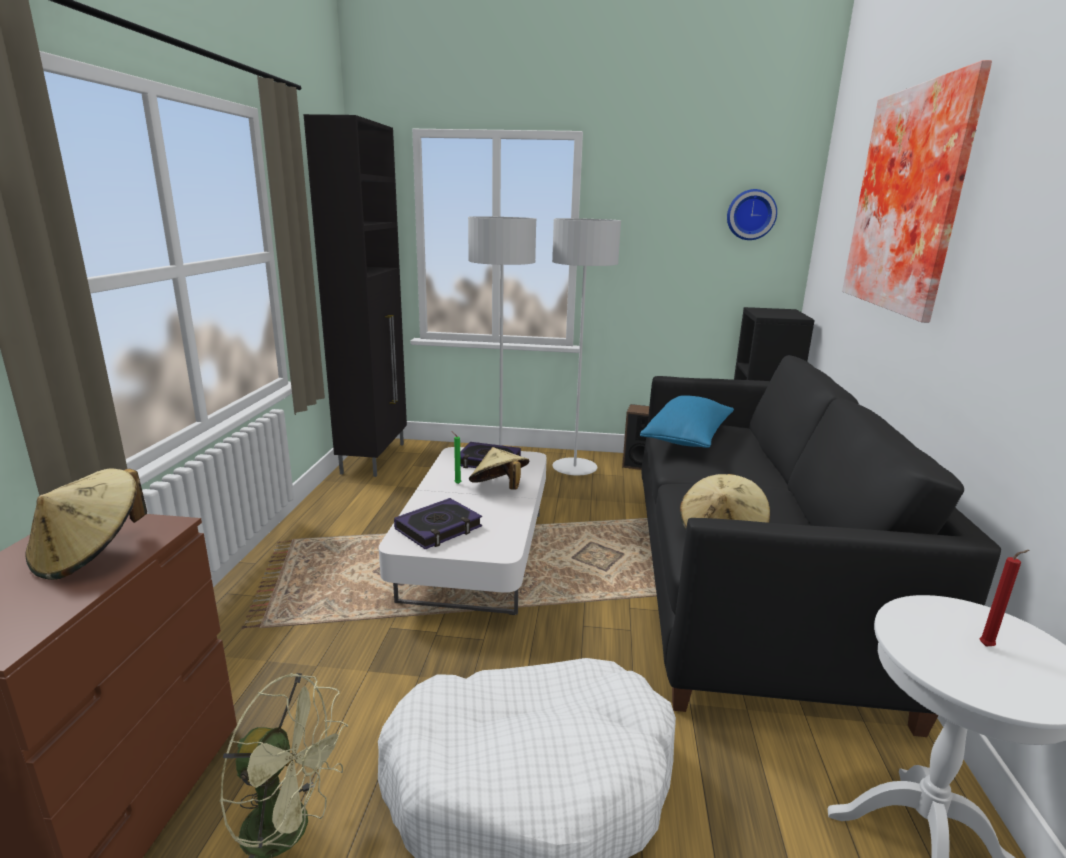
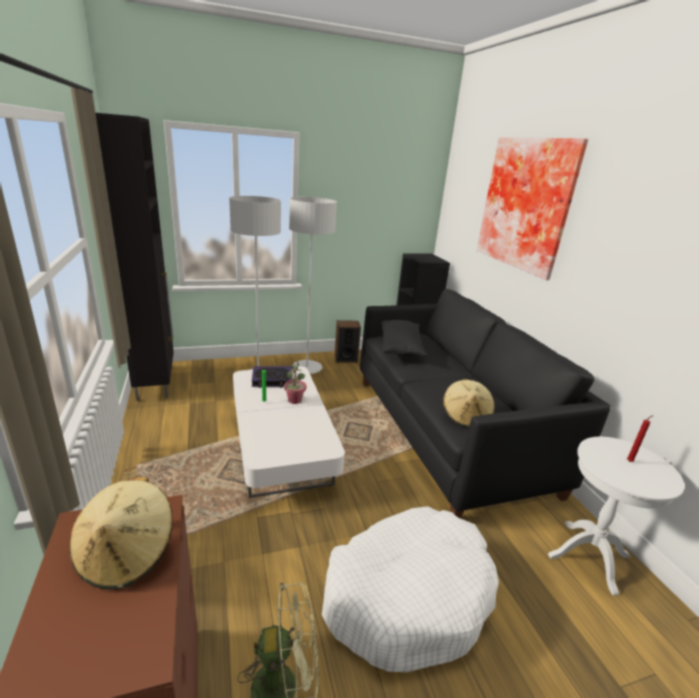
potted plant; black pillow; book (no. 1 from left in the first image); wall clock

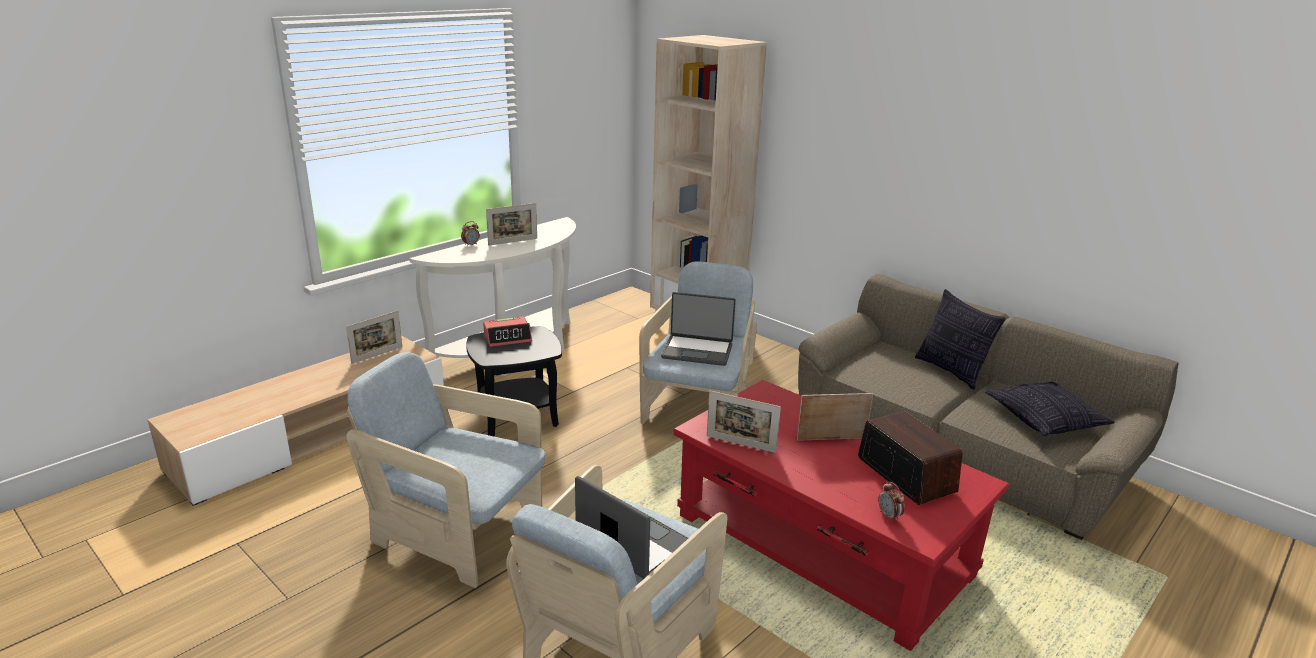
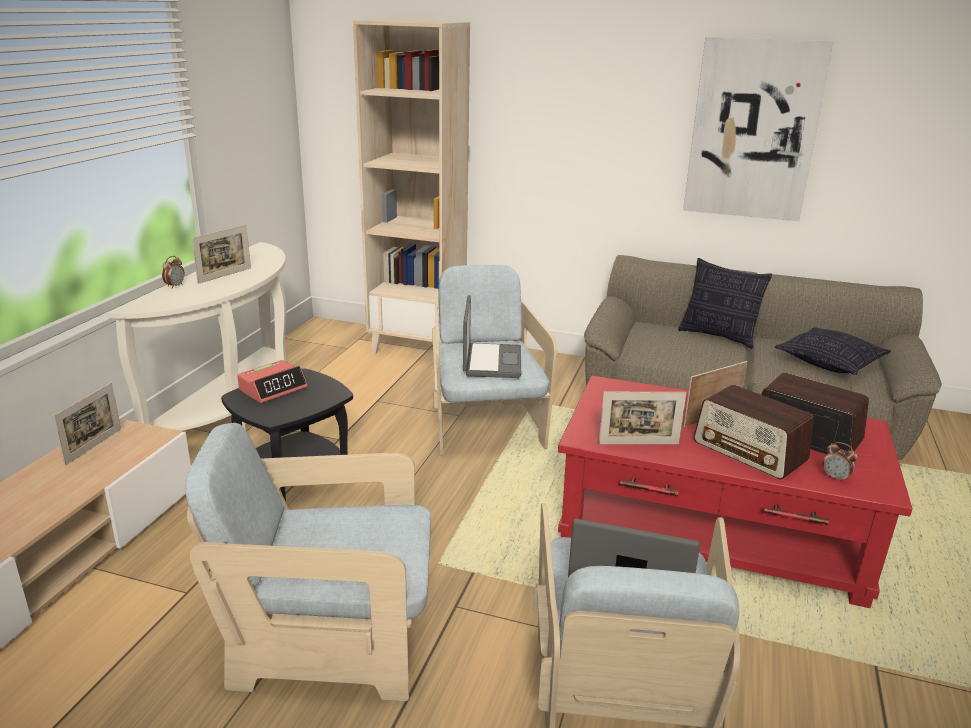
laptop (no. 1 from left); picture; radio (no. 1 from left)

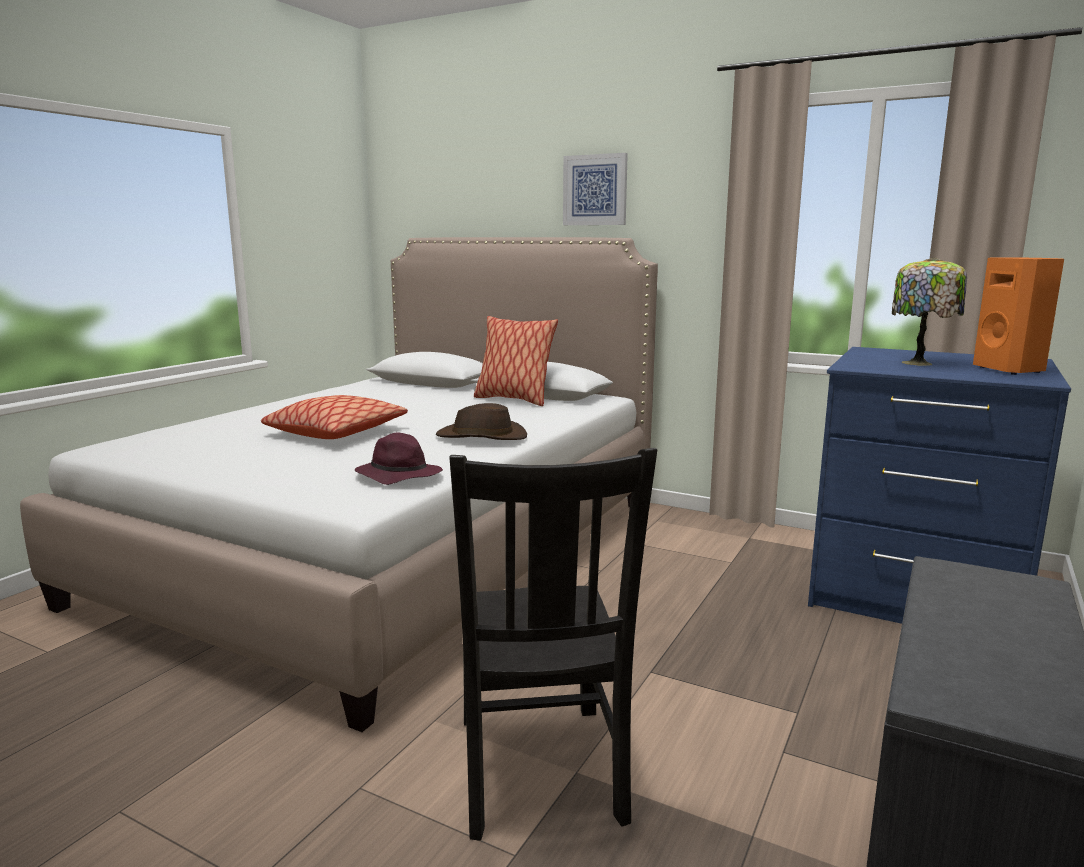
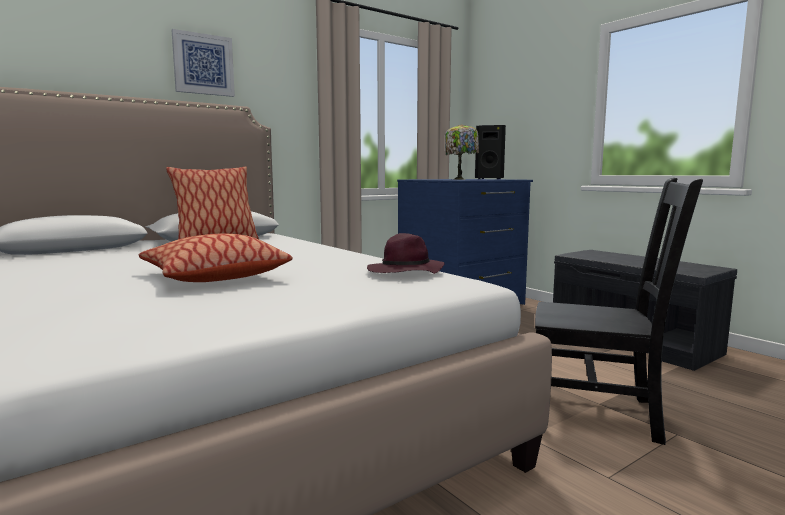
black speaker; brown hat

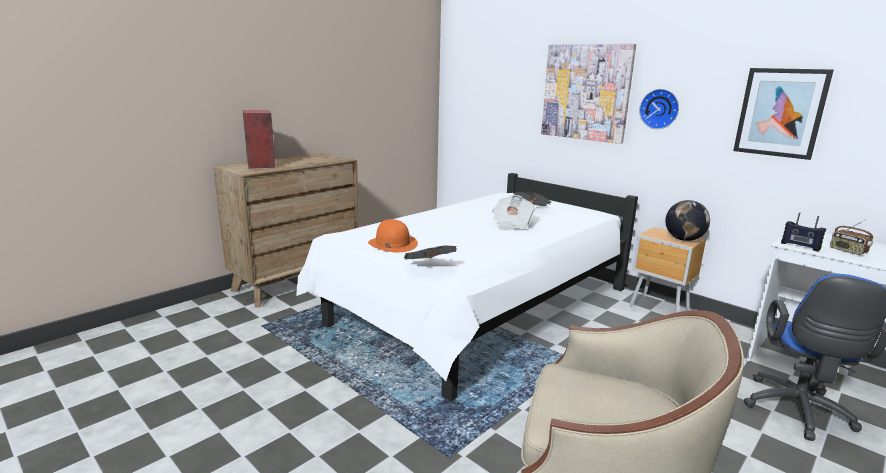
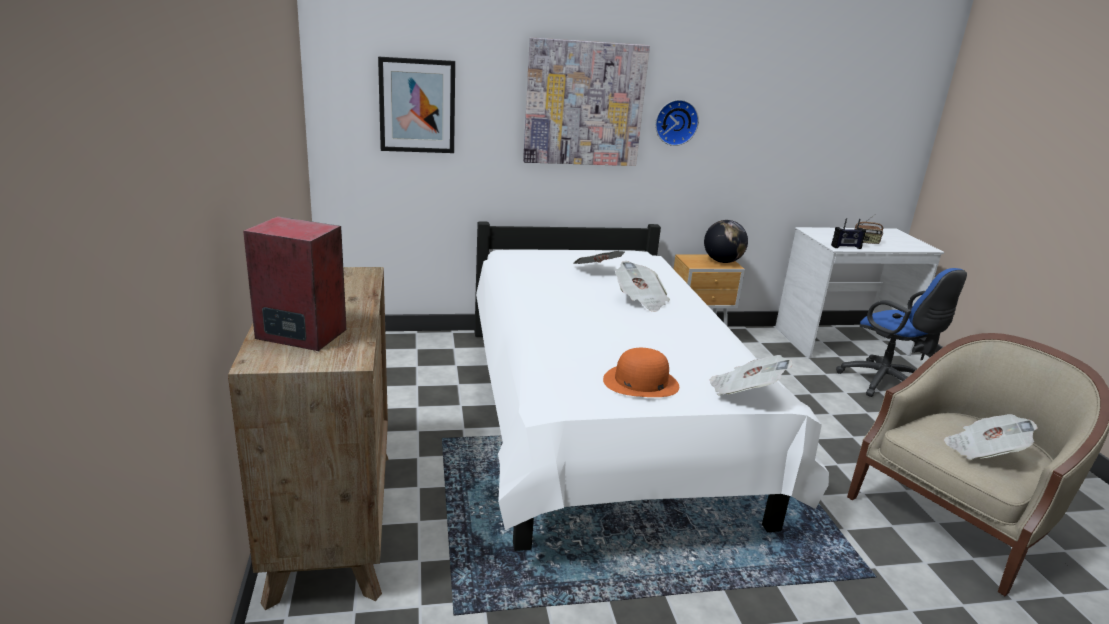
picture (no. 1 from left); newspaper (no. 4 from left)

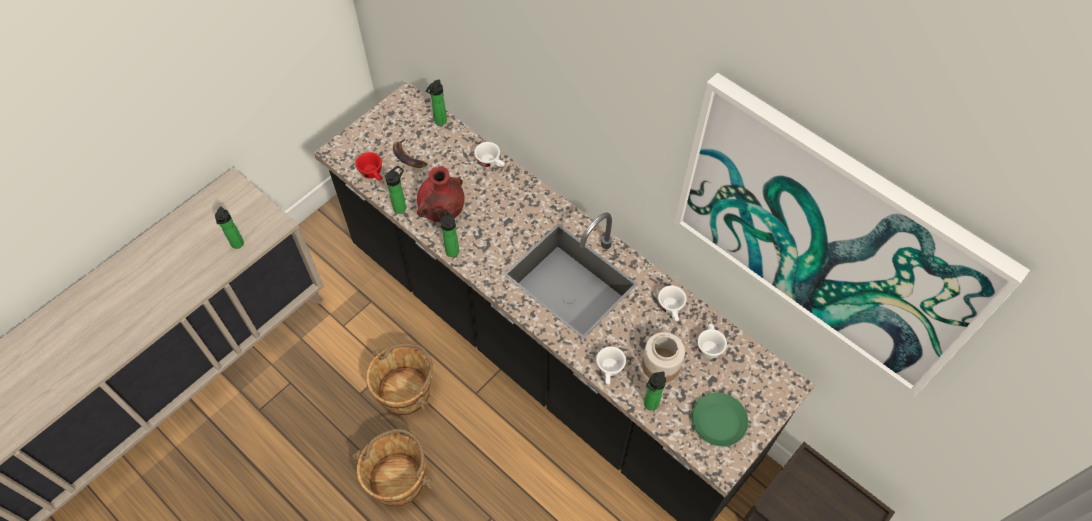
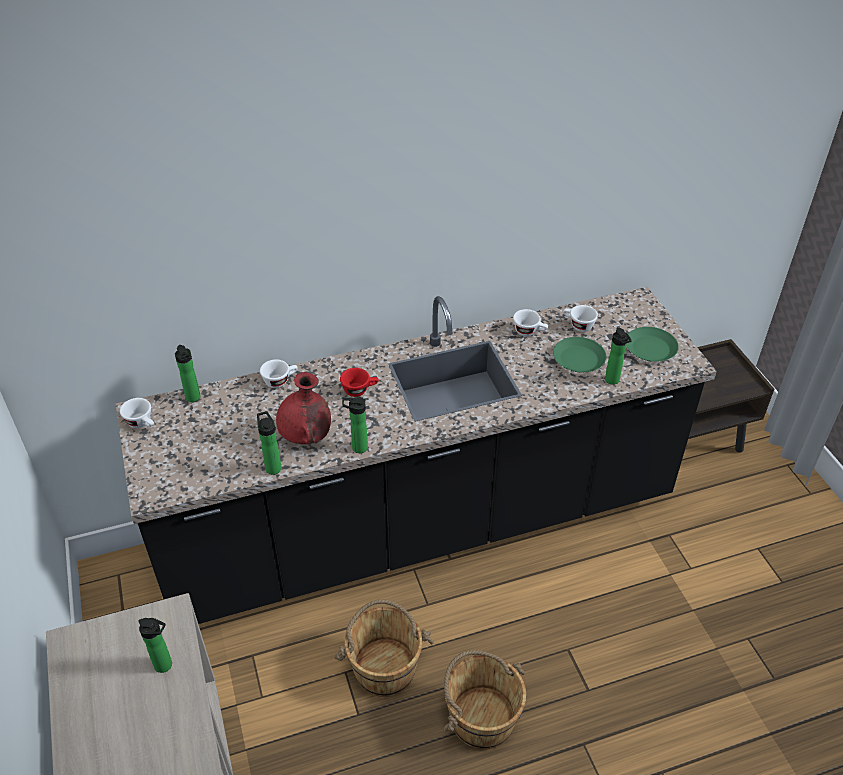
white cup (no. 1 from left); red cup; green plate (no. 1 from left); banana; picture

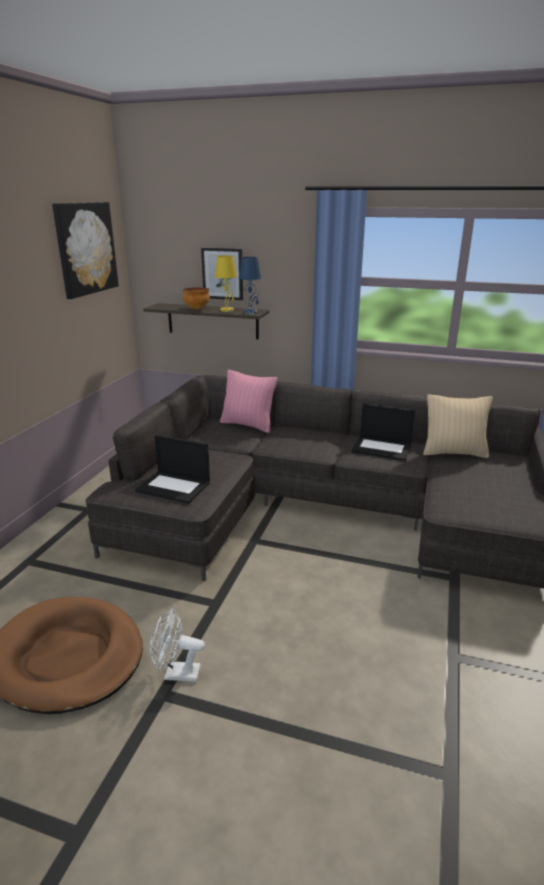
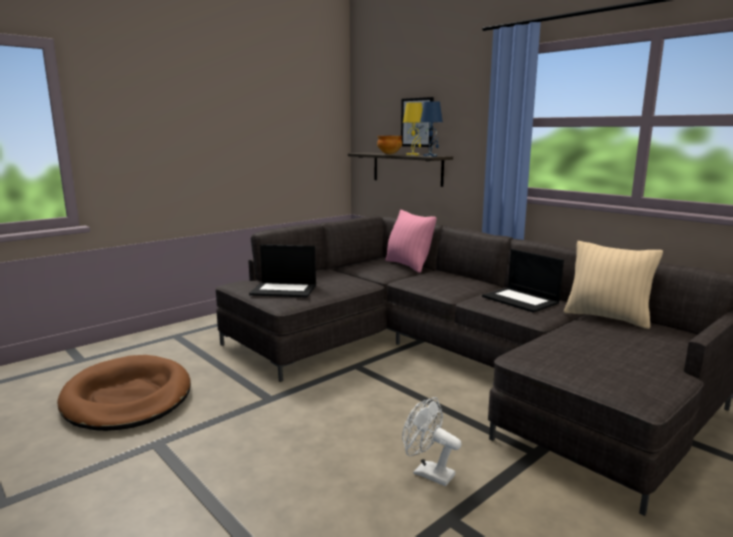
laptop (no. 1 from left); white fan; picture (no. 1 from left in the first image)

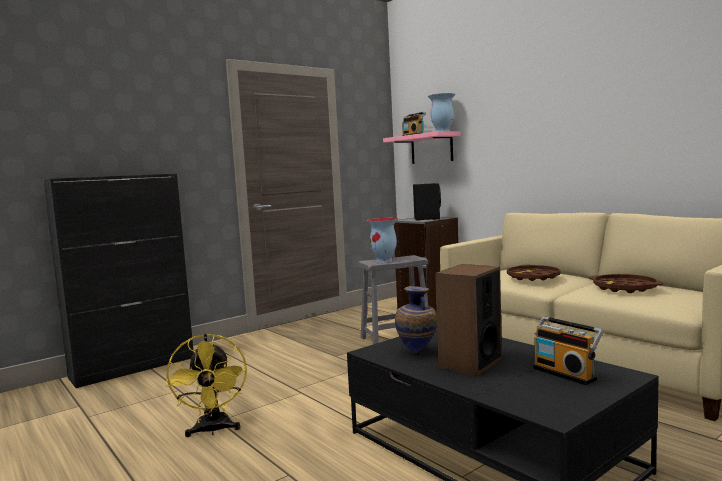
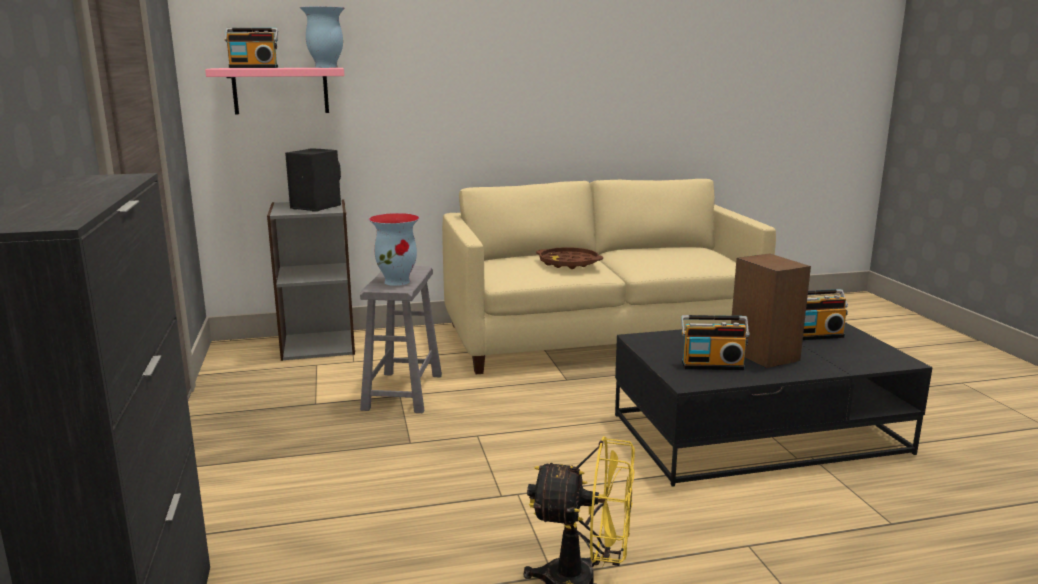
radio (no. 2 from left); brown tray (no. 2 from left in the first image)

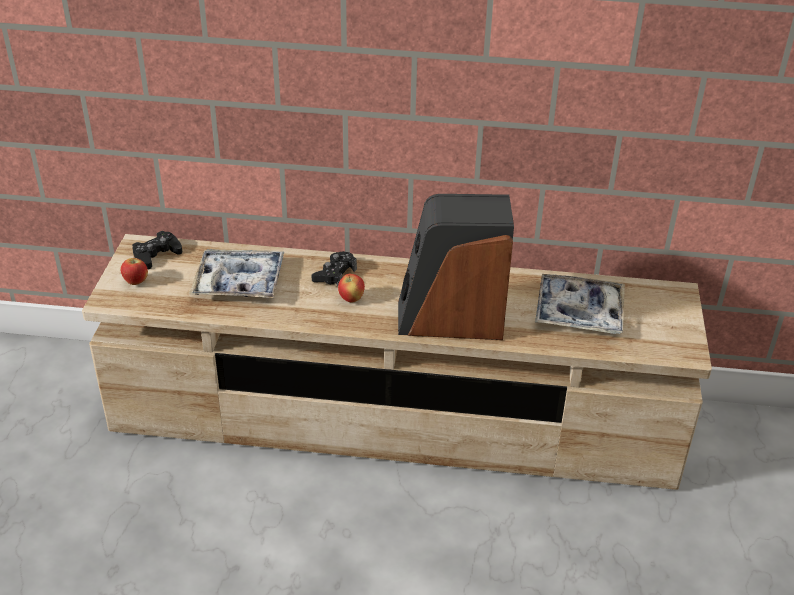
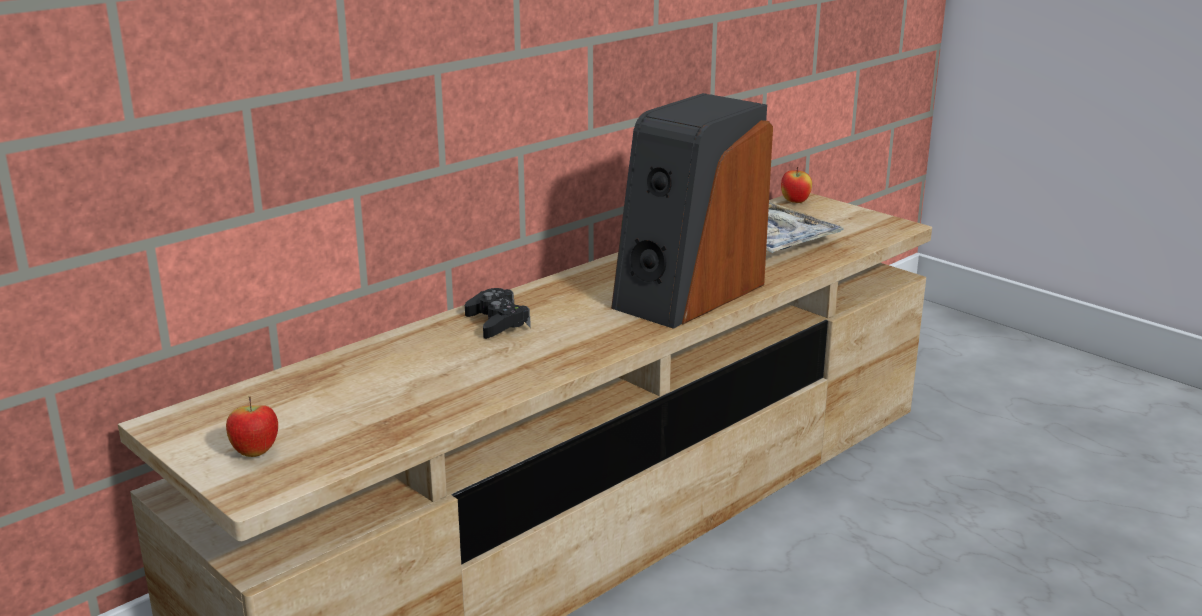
apple (no. 2 from left); black game controller (no. 1 from left in the first image); tray (no. 1 from left in the first image)

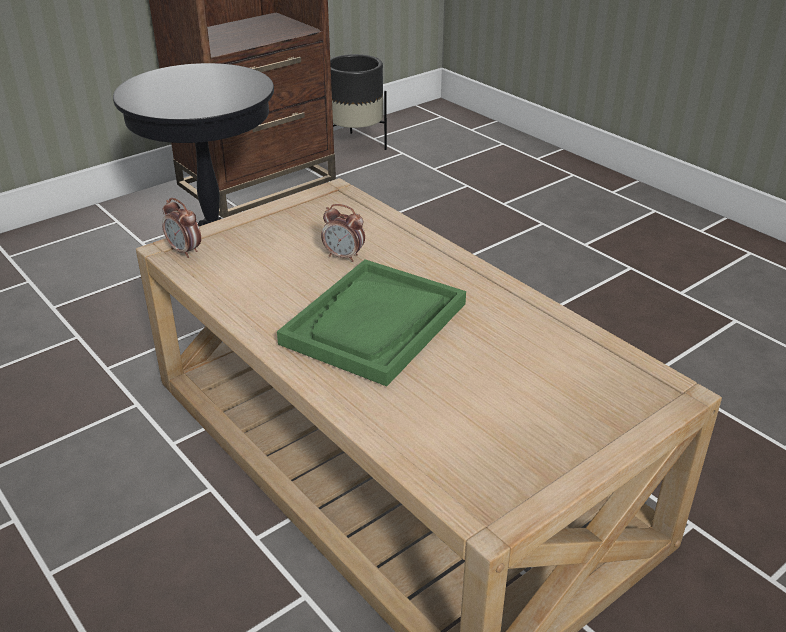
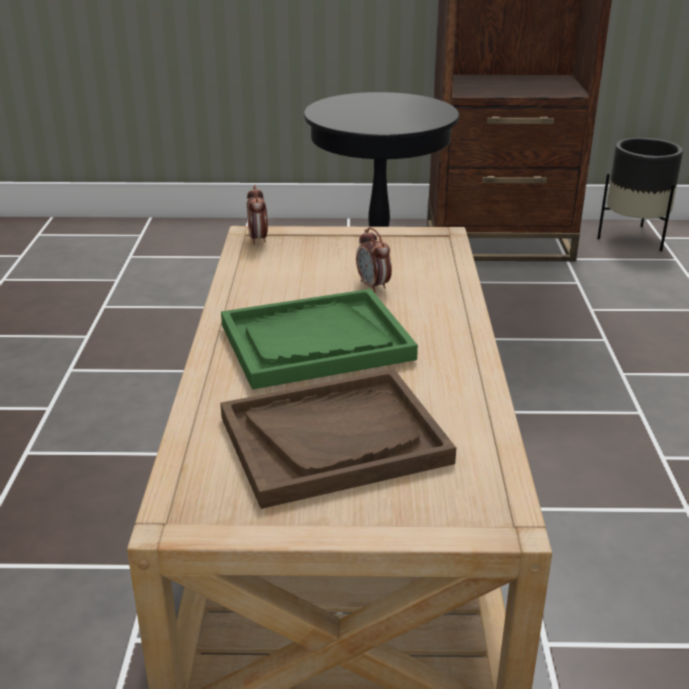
brown tray

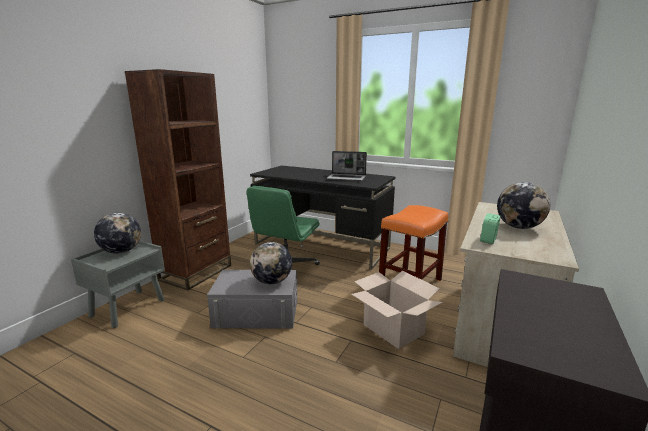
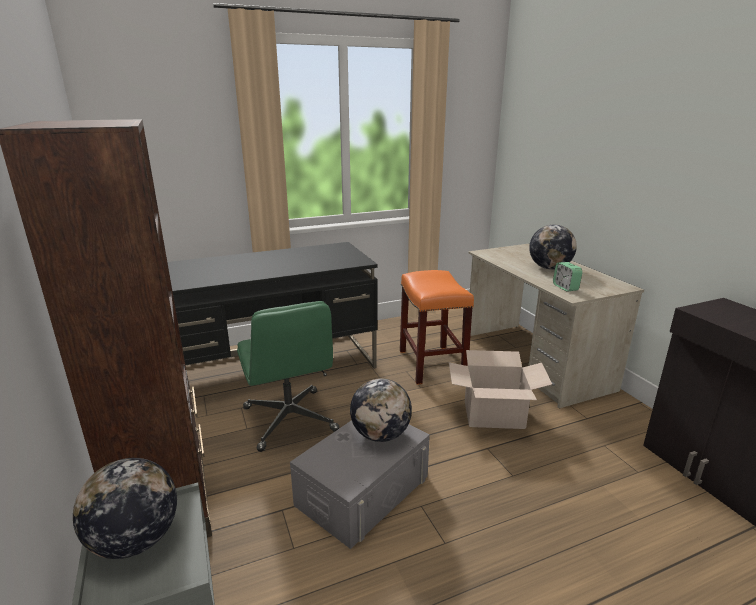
laptop

